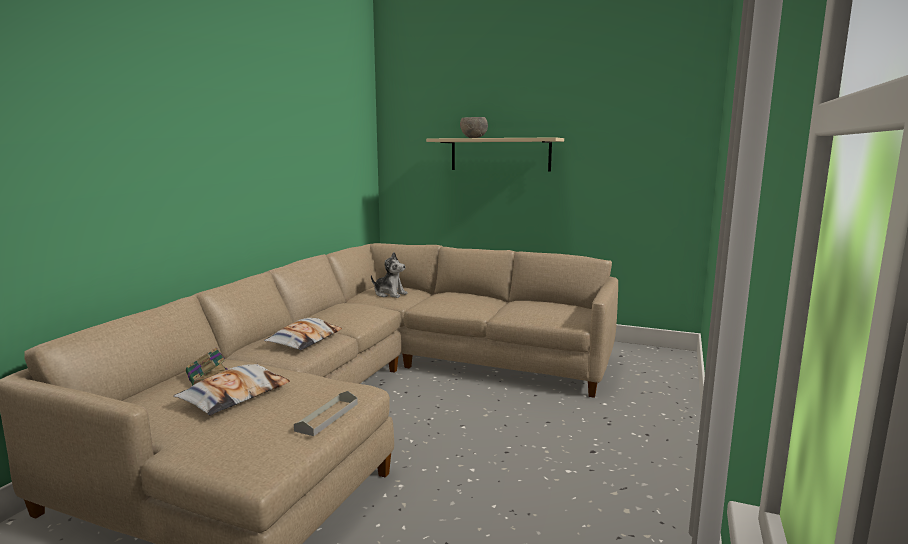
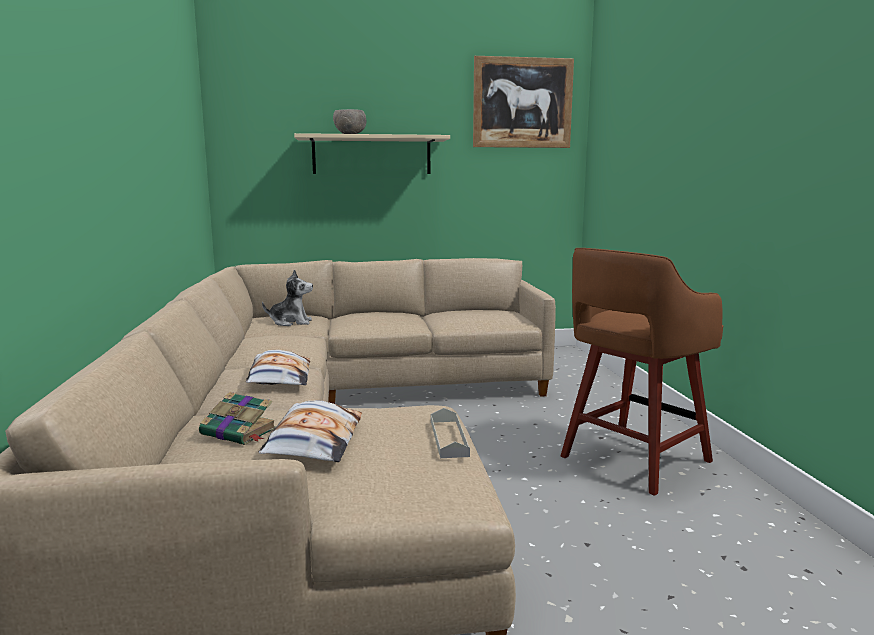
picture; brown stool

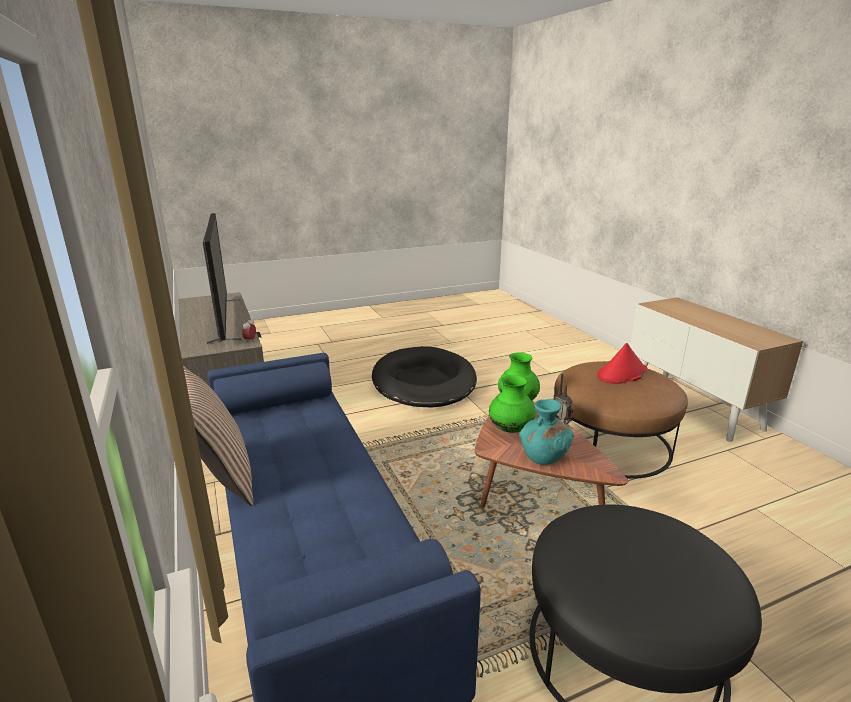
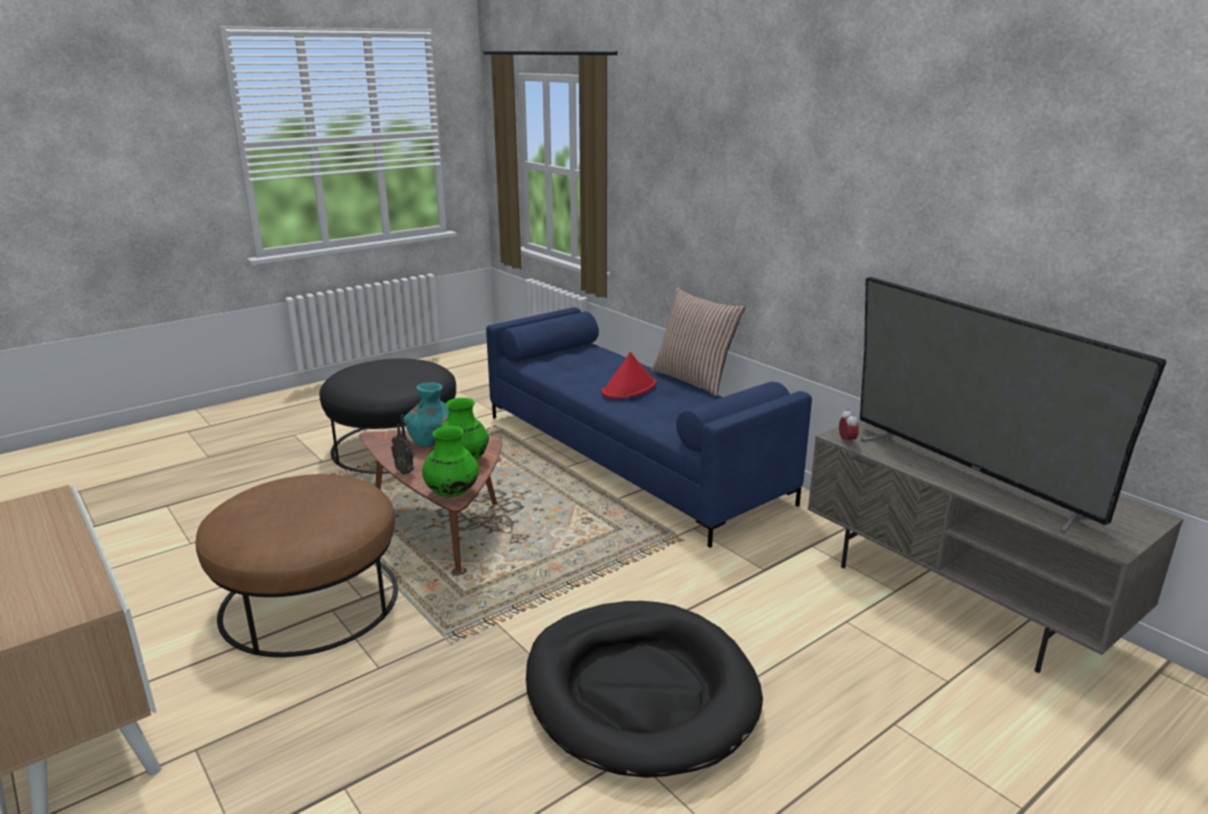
red hat

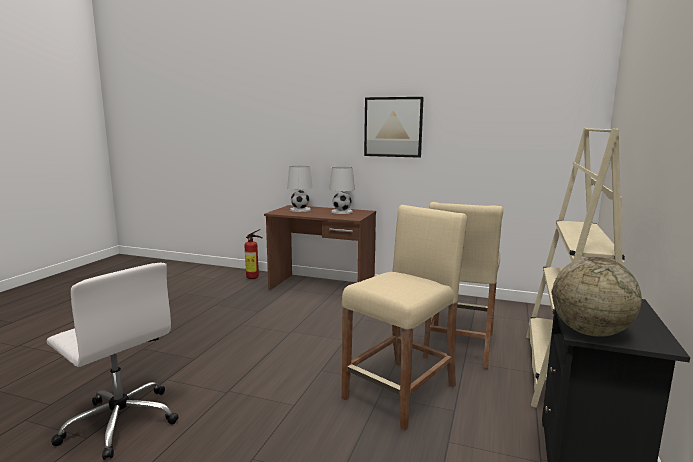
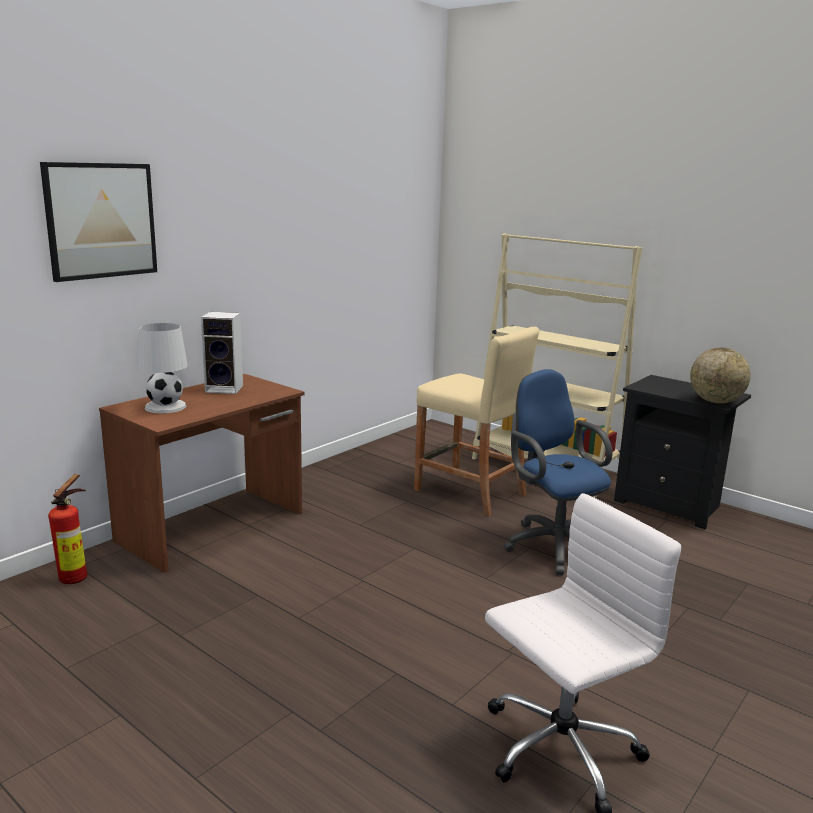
picture; speaker; blue office chair

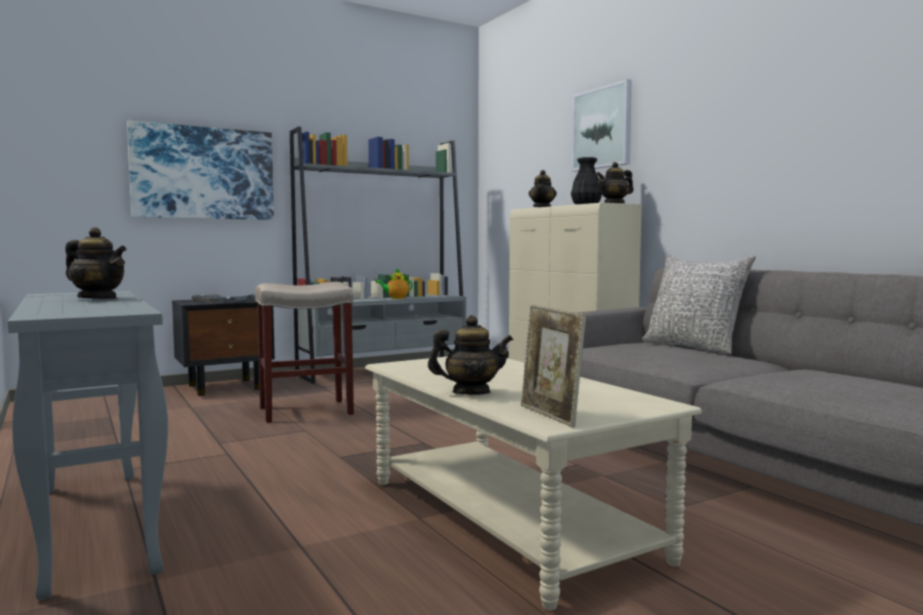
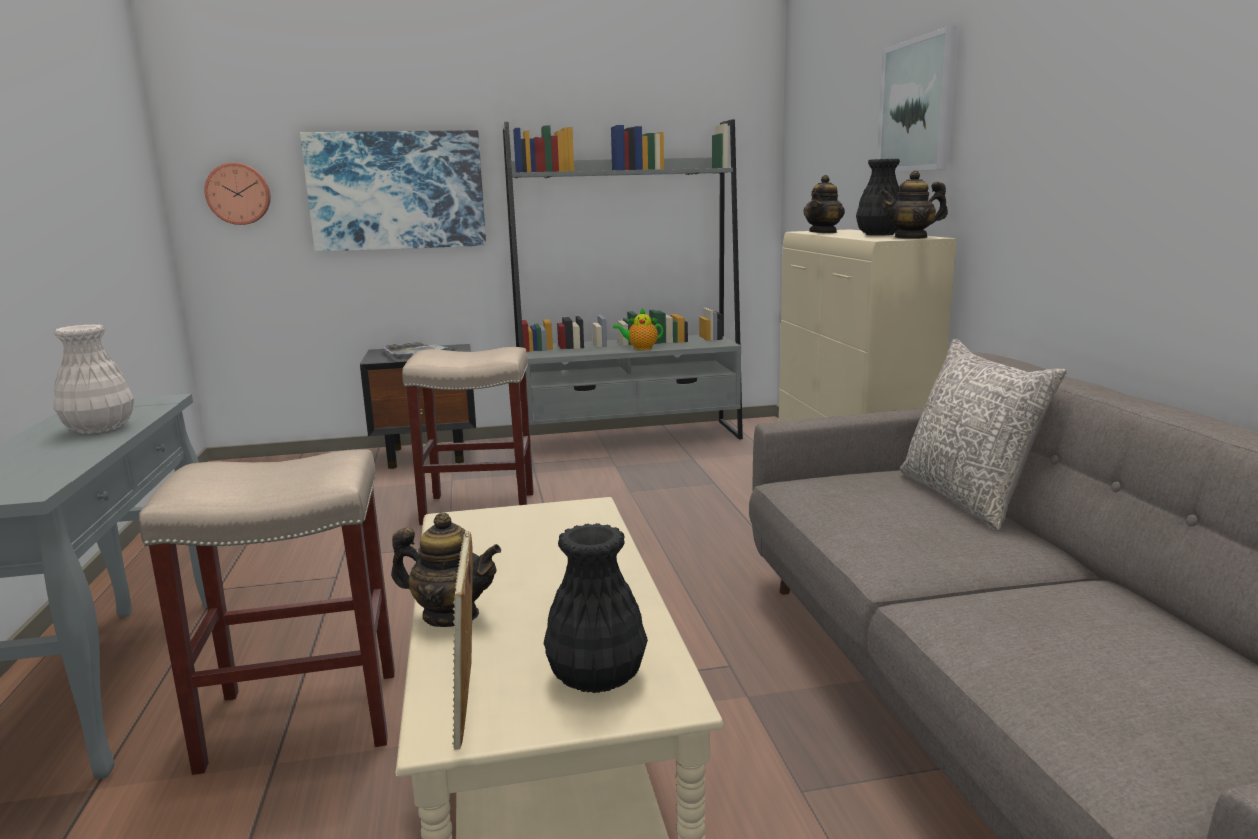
white vase; beige stool (no. 1 from left); wall clock; black vase (no. 1 from left)

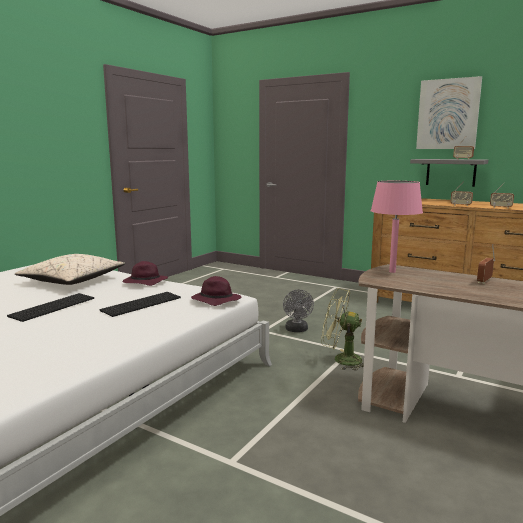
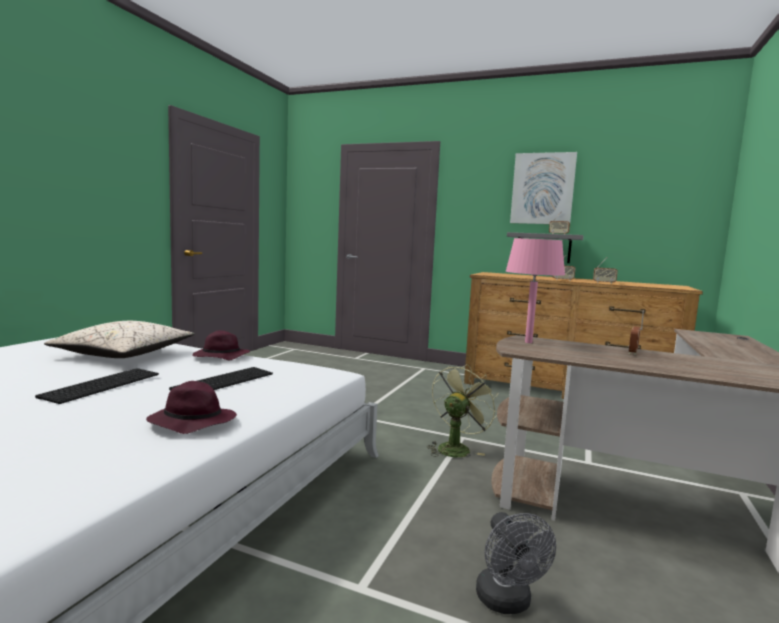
purple hat (no. 1 from left); green fan; grey fan

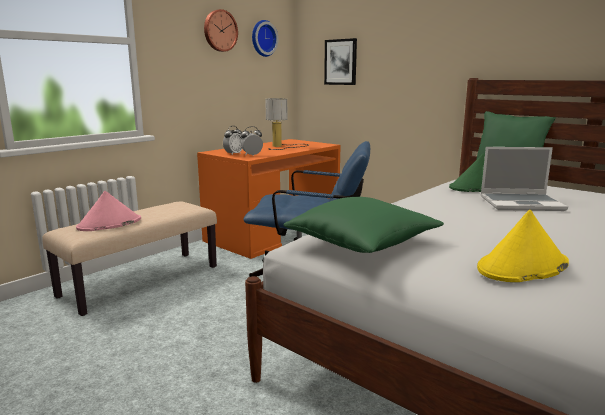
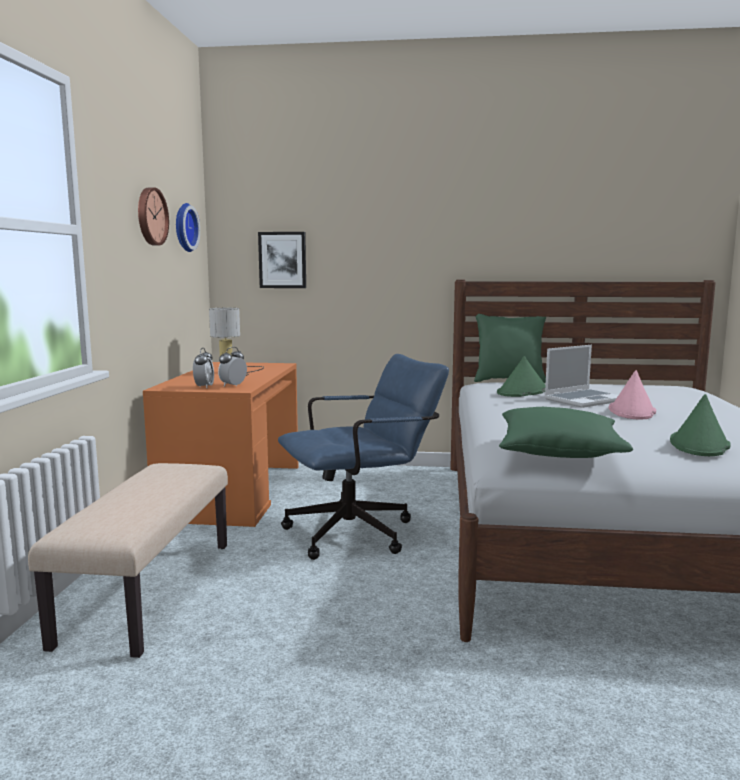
pink hat; green hat (no. 2 from left)

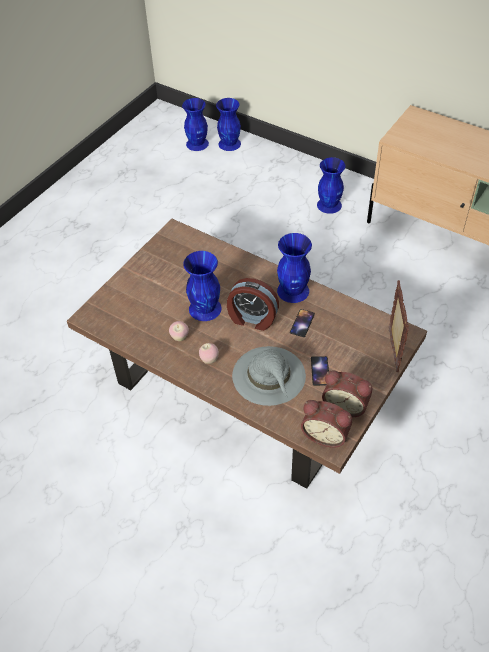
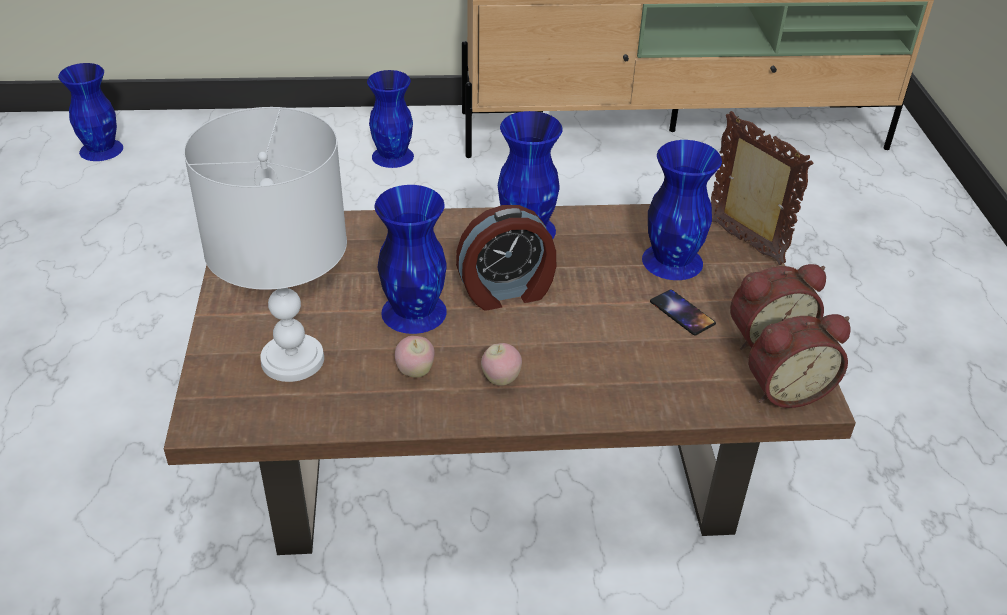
white table lamp; blue vase (no. 5 from left); grey hat; phone (no. 1 from left in the first image)

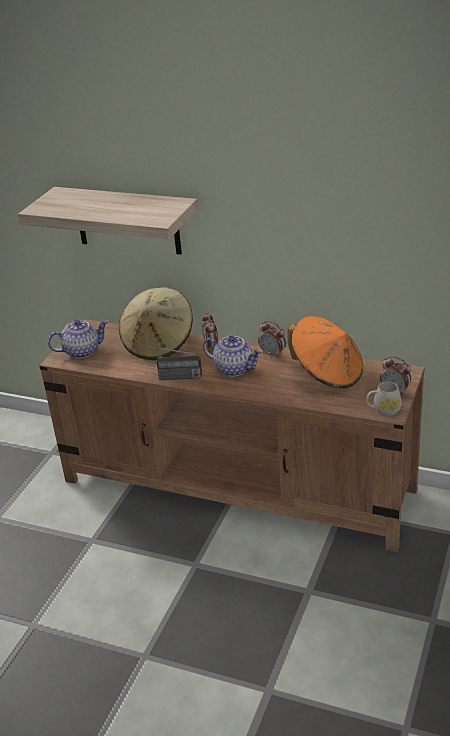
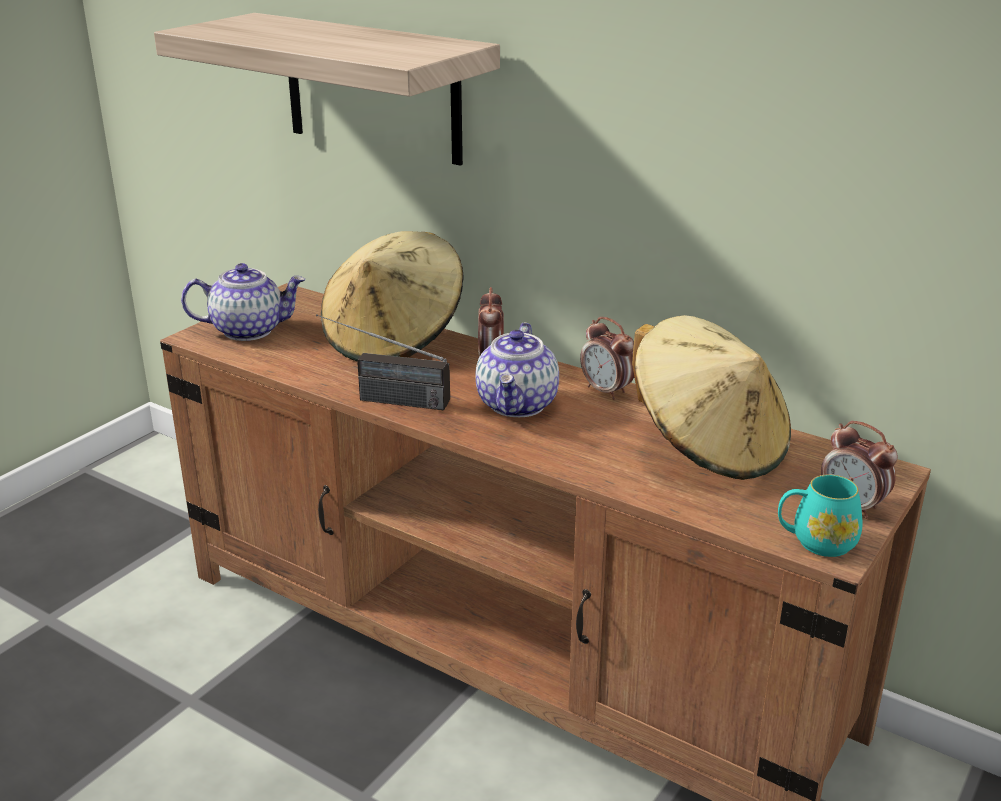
teapot (no. 2 from left); beige hat (no. 2 from left); turquoise mug

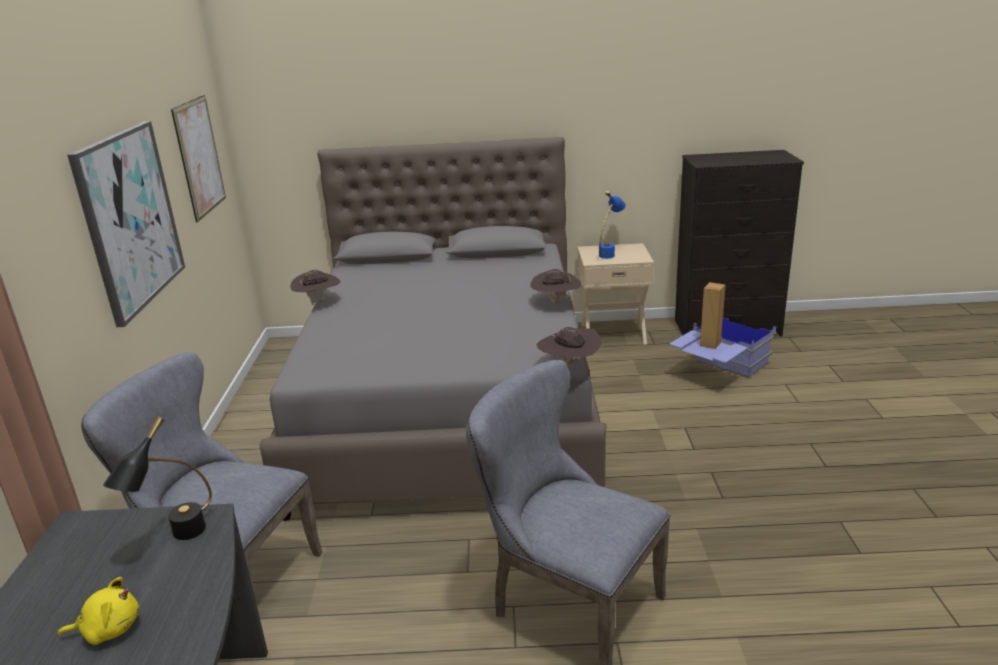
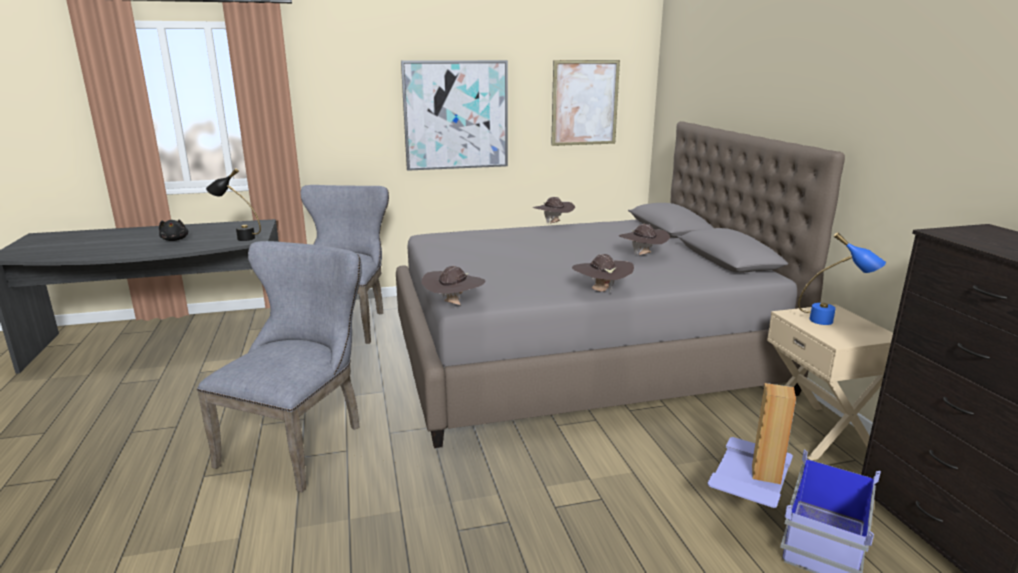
black plush toy; brown hat (no. 4 from left)

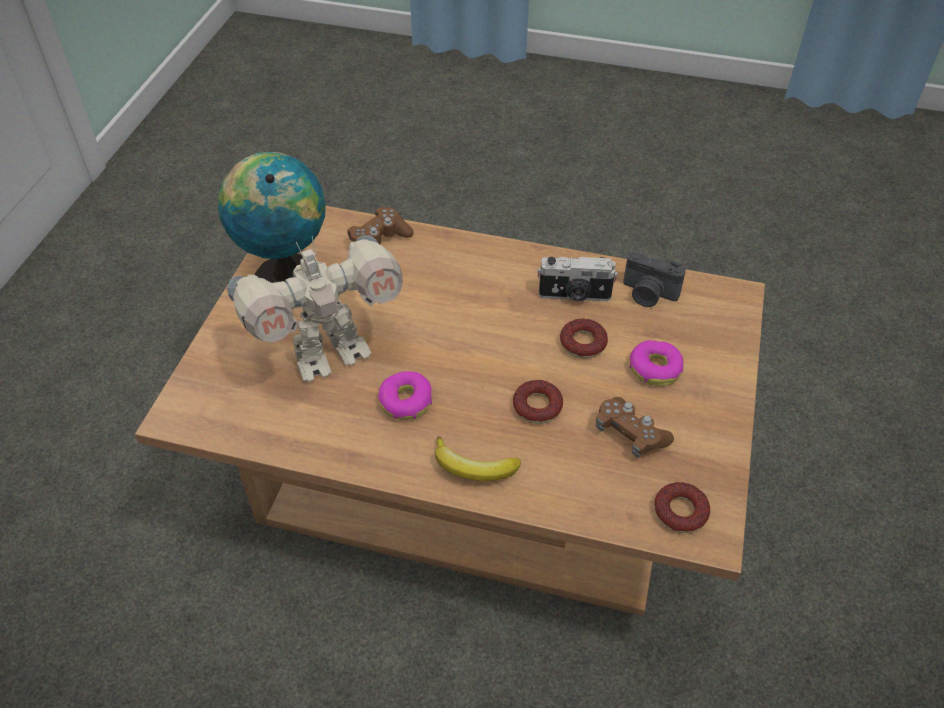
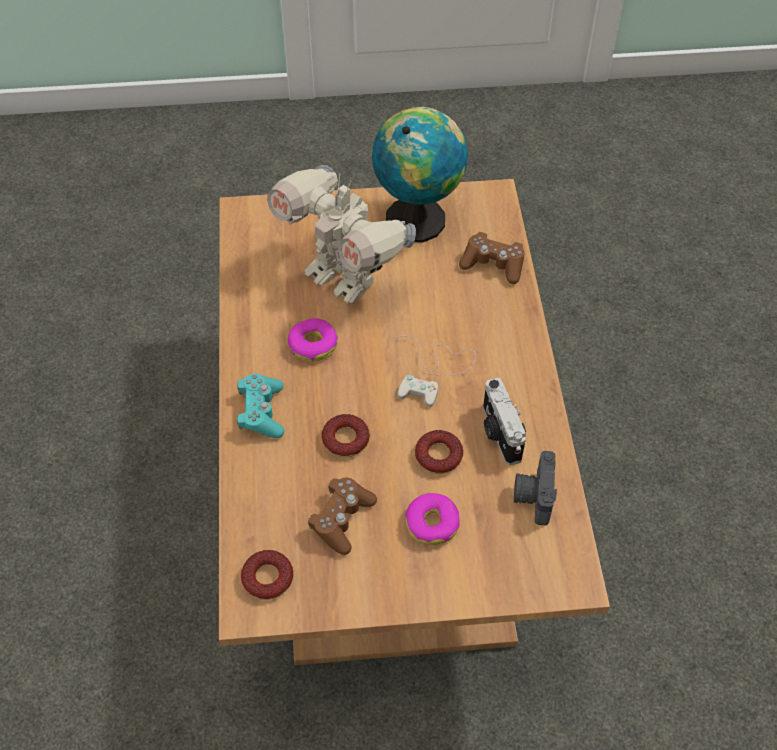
turquoise game controller; white game controller

